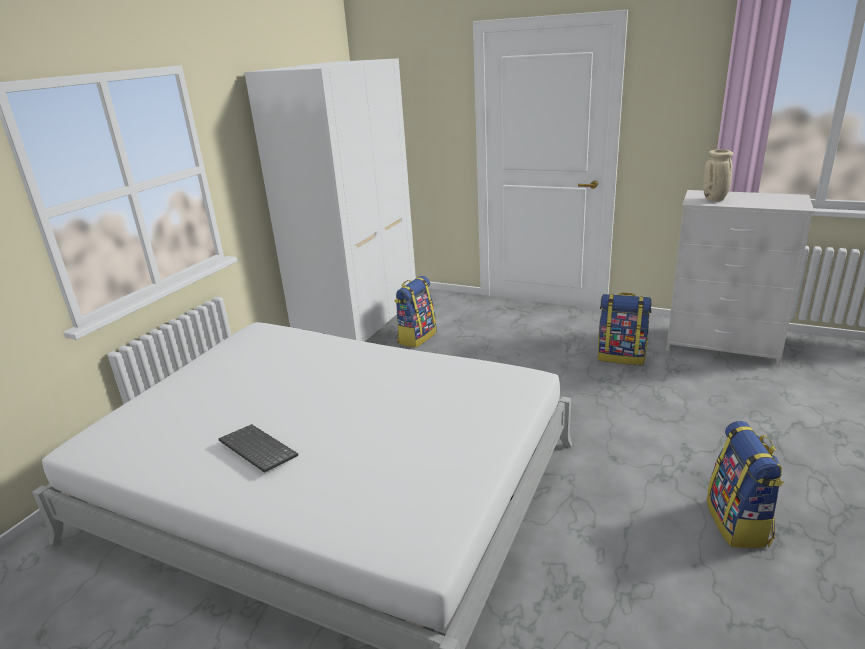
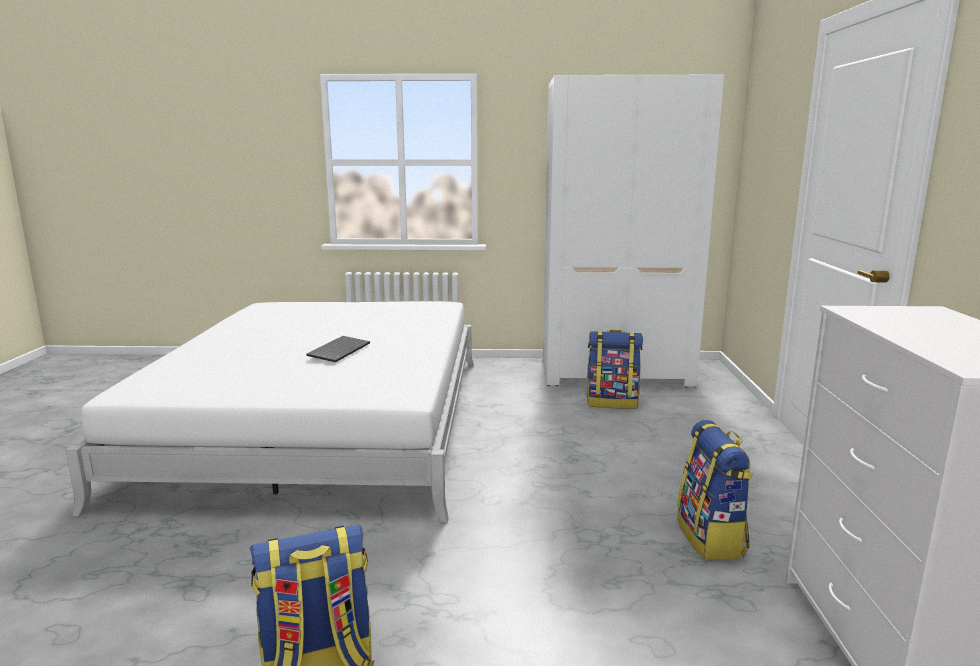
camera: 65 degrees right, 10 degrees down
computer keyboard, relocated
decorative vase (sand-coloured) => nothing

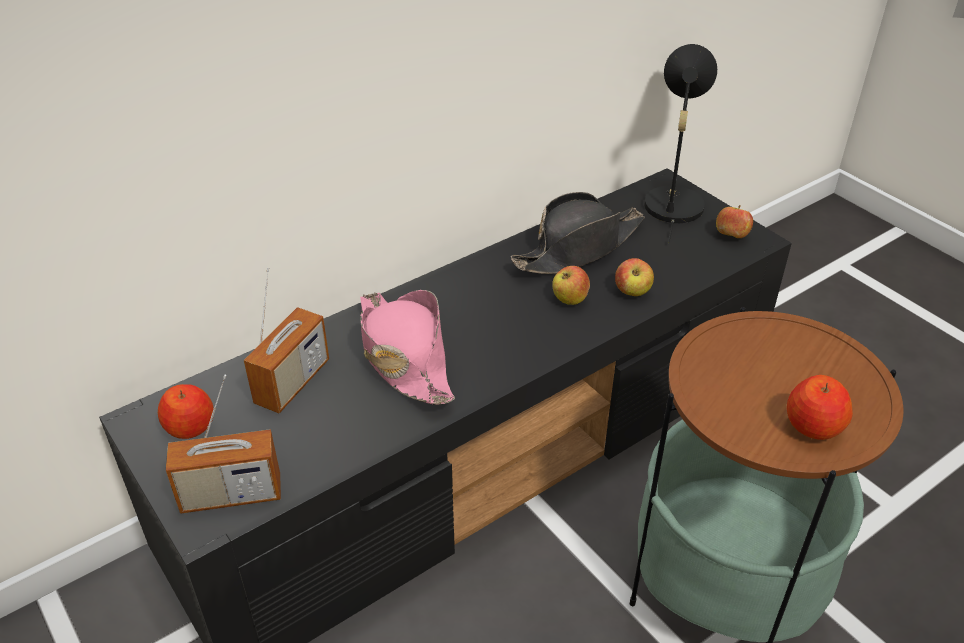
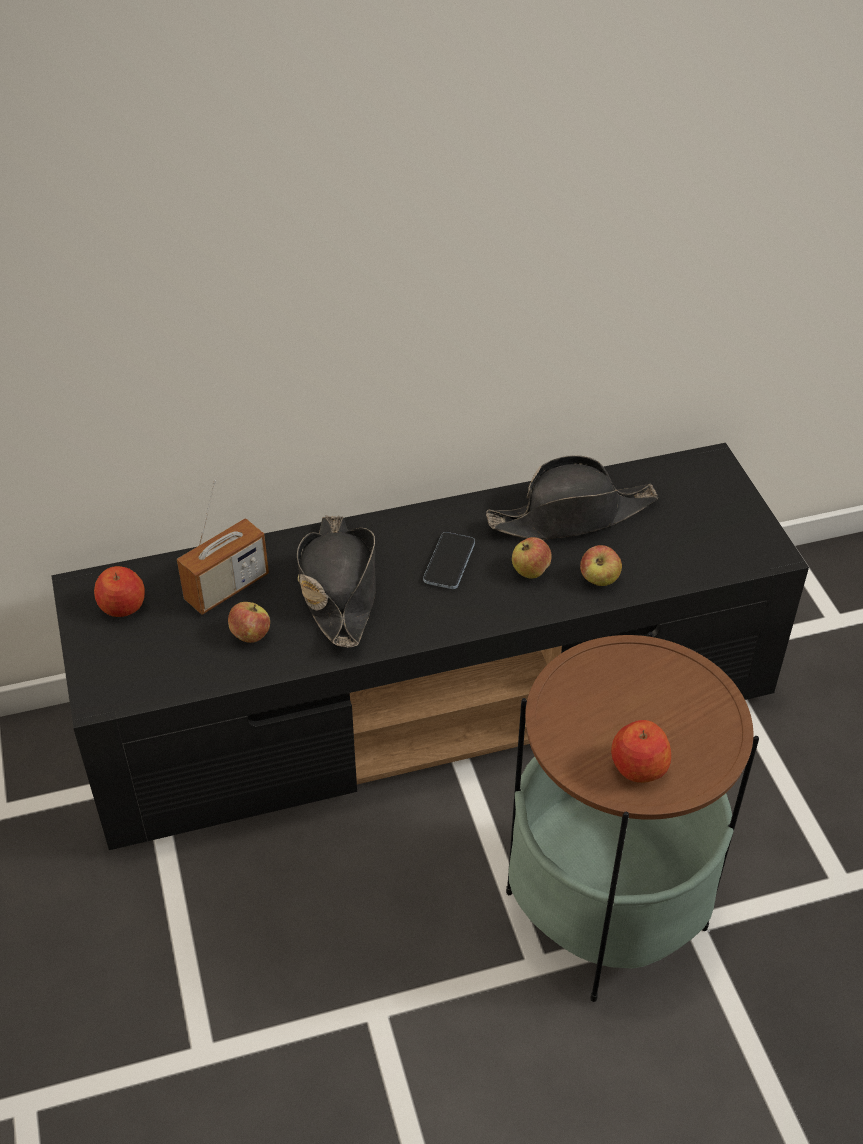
camera: 20 degrees right, 5 degrees up
apple fruit (no. 4 from left in the first image) => apple fruit (no. 2 from left), relocated
wearable hat (pinkish) => wearable hat (black-coloured) (no. 1 from left)
nothing => telephone
radio receiver (no. 1 from left) => nothing
table lamp (black-coloured) => nothing

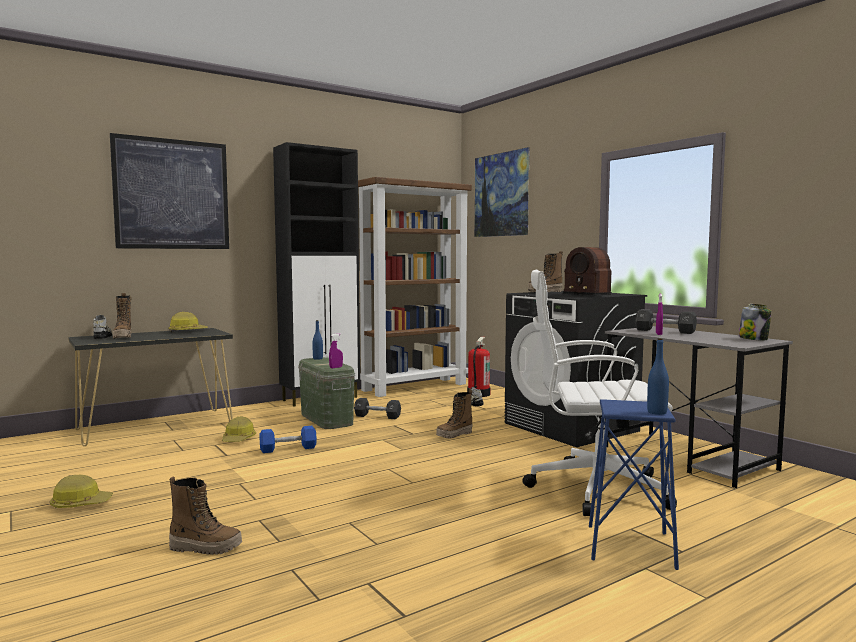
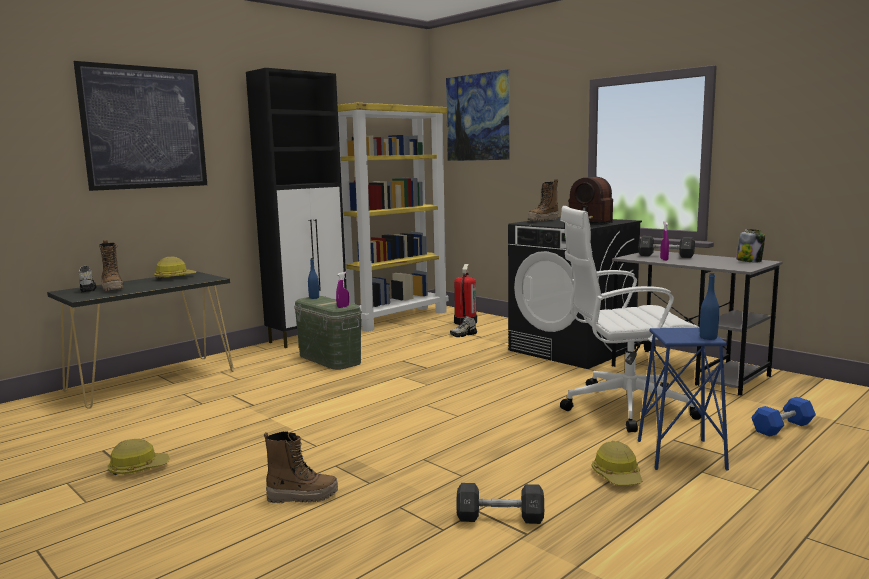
camera: 10 degrees left, 5 degrees up
shelving unit (brown-coloured) => shelving unit (yellow)
free weight (black-coloured) (no. 1 from left), relocated
hard hat (no. 3 from left), relocated
free weight (bluish), relocated
boot (no. 3 from left) => nothing

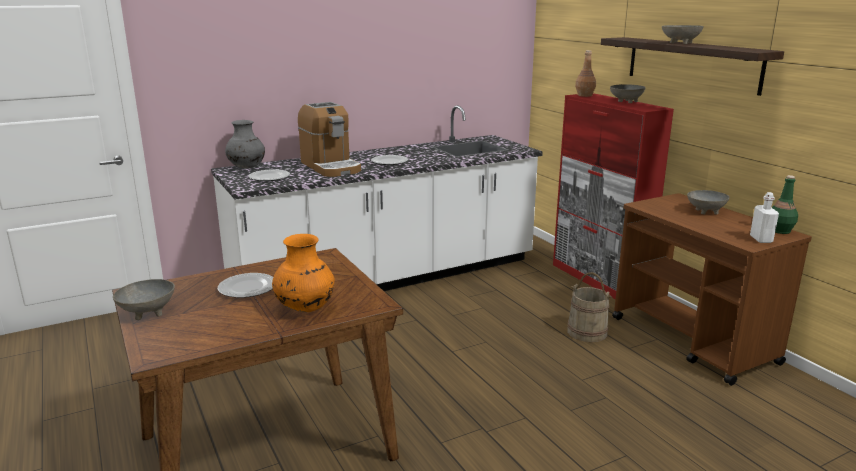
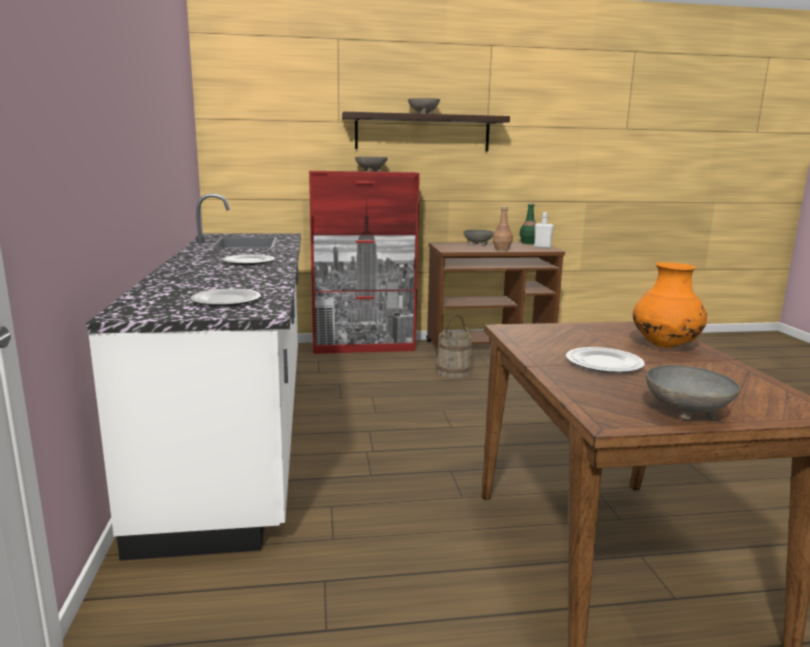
camera: 70 degrees left, 5 degrees down
drink bottle (brown-coloured), relocated
decorative vase (gray) => nothing
coffee brewer => nothing

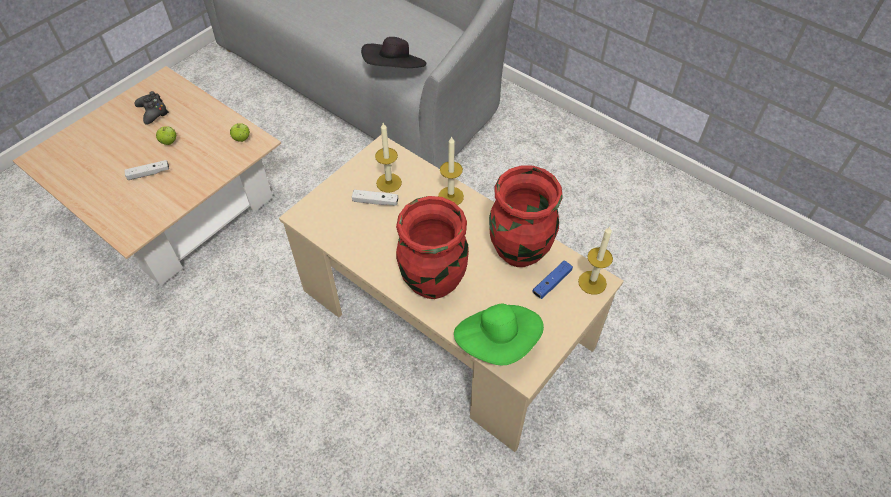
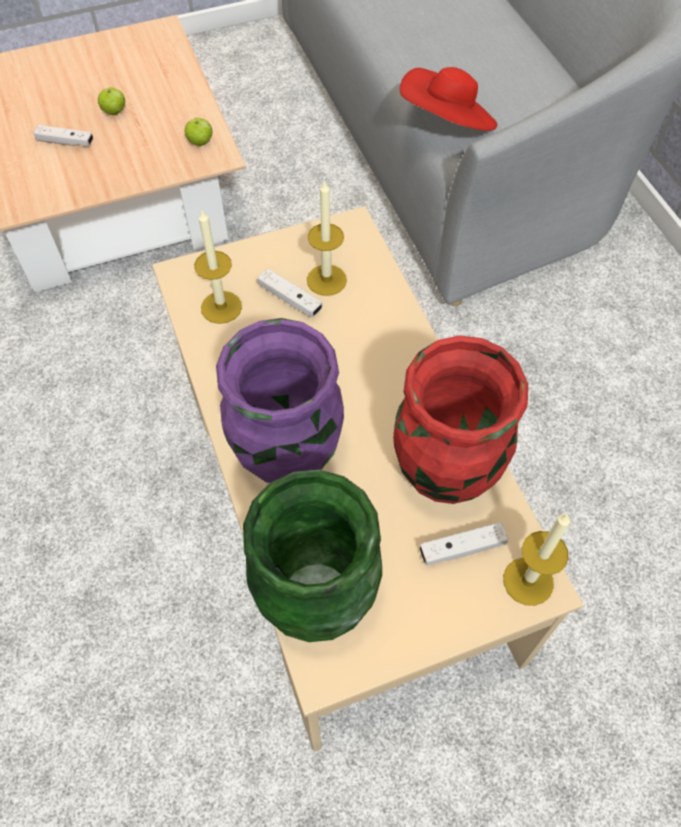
camera: 30 degrees right, 5 degrees up
wax light (no. 2 from left in the first image) => wax light (no. 1 from left), relocated
decorative vase (red-coloured) (no. 1 from left) => decorative vase (purple)
wearable hat (green) => decorative vase (green)
wearable hat (black-coloured) => wearable hat (red-coloured)
game controller (bluish) => game controller (white) (no. 3 from left)
game controller (black-coloured) => nothing

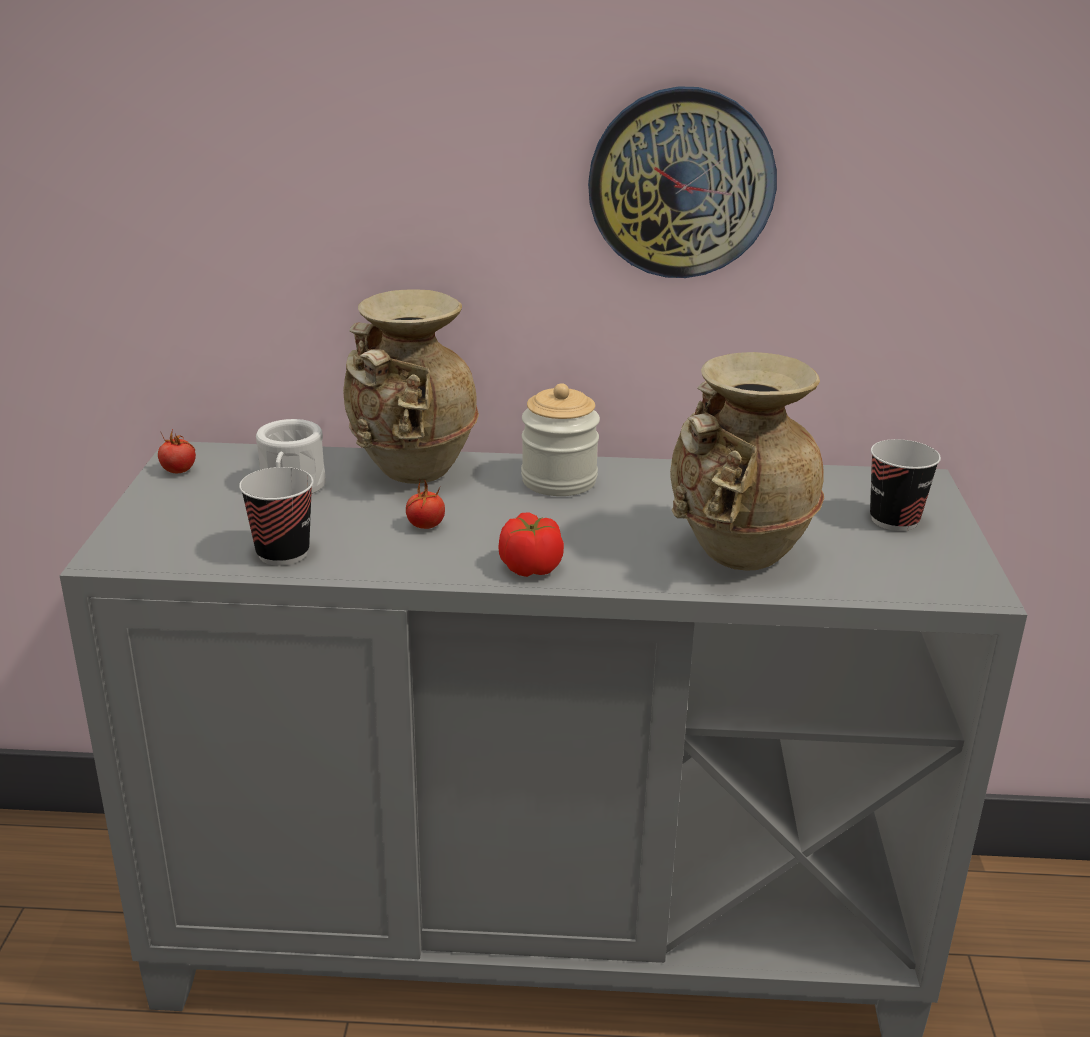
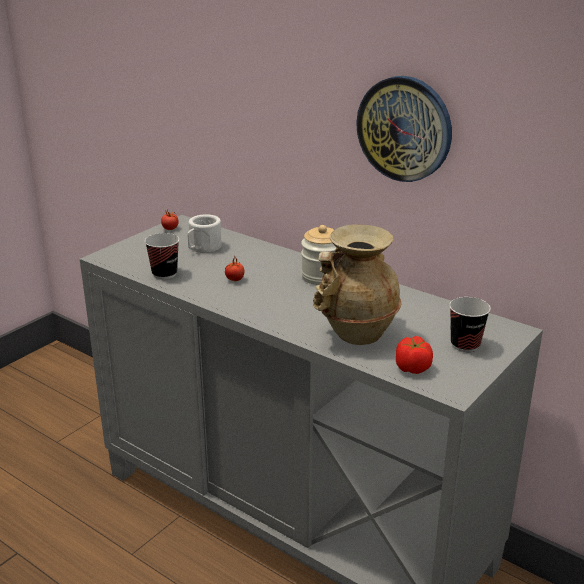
camera: 35 degrees right, 0 degrees up
tomato (no. 3 from left), relocated
decorative vase (sand-coloured) (no. 1 from left) => nothing

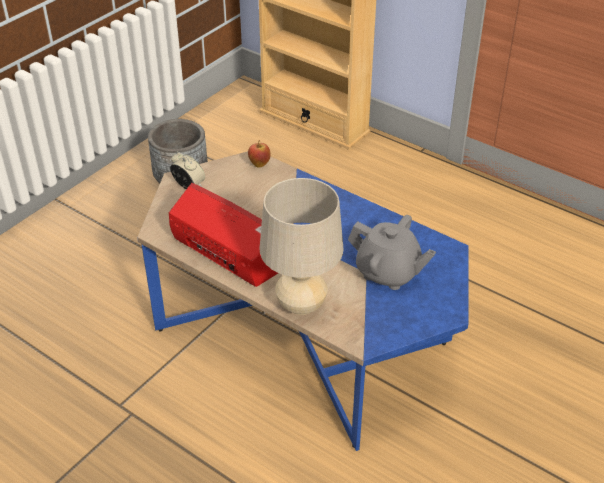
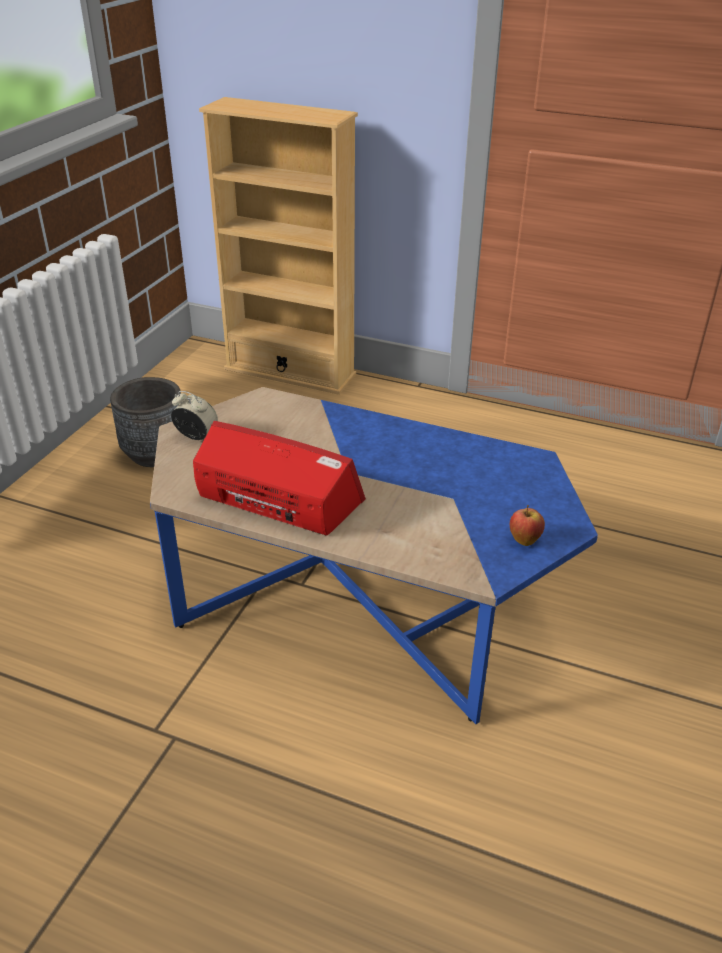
camera: 15 degrees left, 5 degrees down
apple fruit, relocated
table lamp (sand-coloured) => nothing
tea pot (gray) => nothing

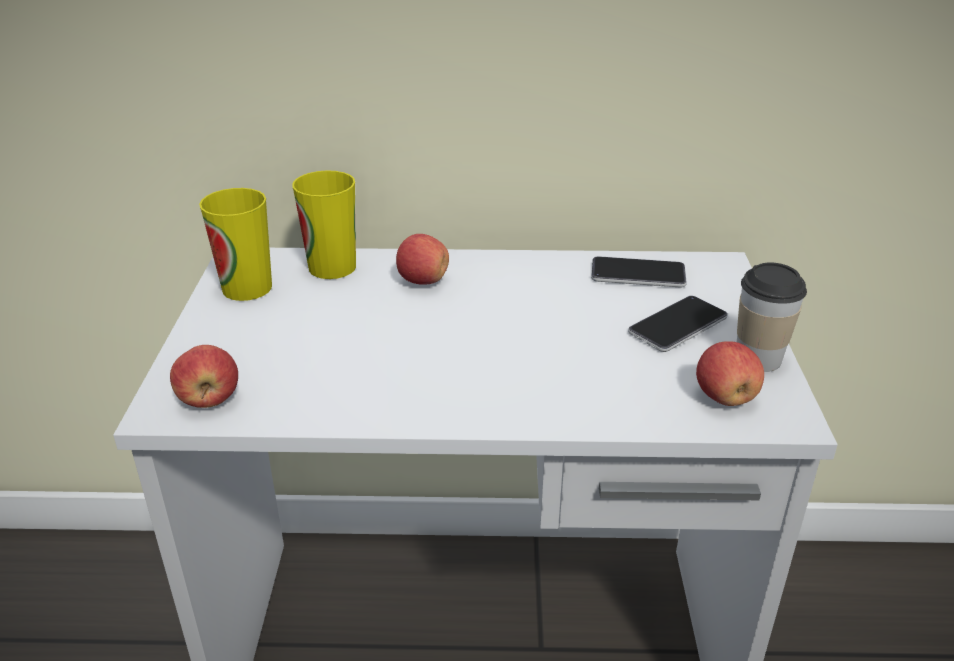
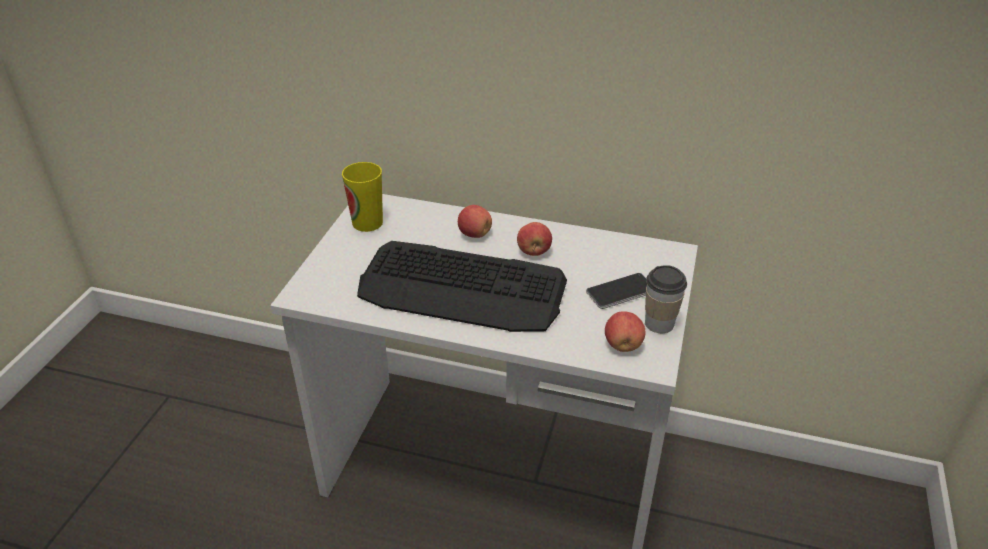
camera: 15 degrees right, 5 degrees up
nothing => computer keyboard
apple fruit (no. 1 from left in the first image) => apple fruit (no. 2 from left), relocated
drinking cup (no. 2 from left) => nothing
telephone (no. 1 from left) => nothing

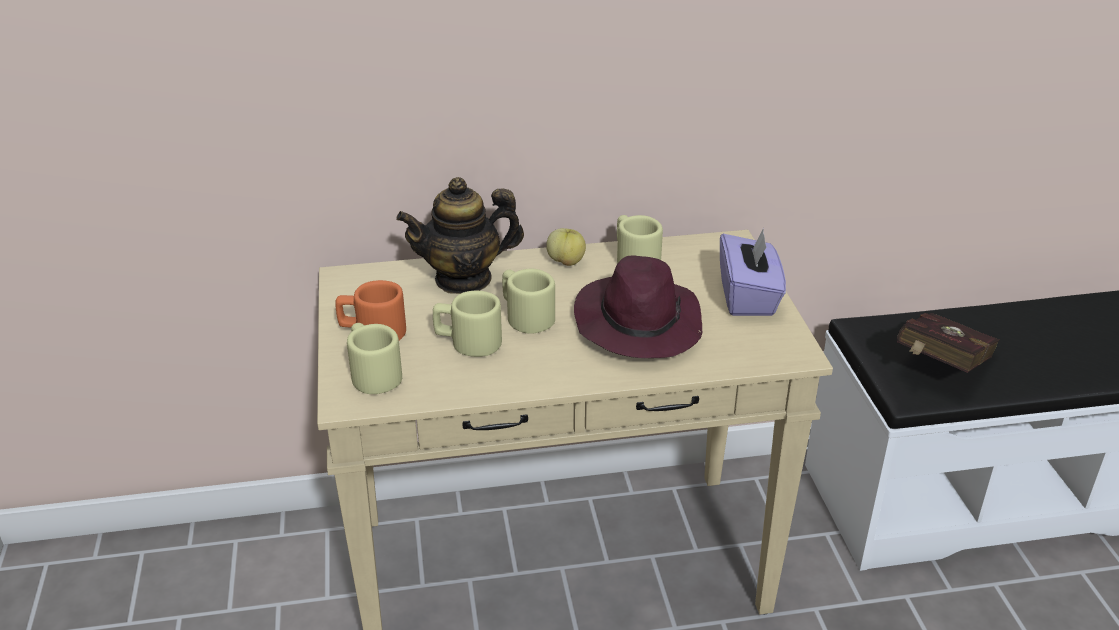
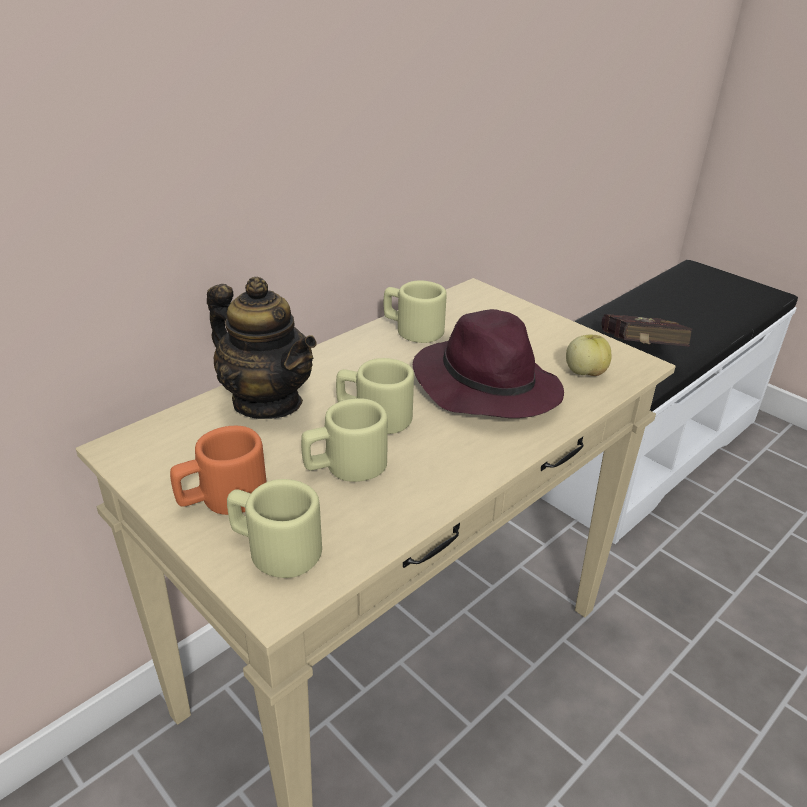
camera: 35 degrees left, 0 degrees up
tea pot, 90 degrees counterclockwise
apple fruit, relocated
tissue holder (purple) => nothing

